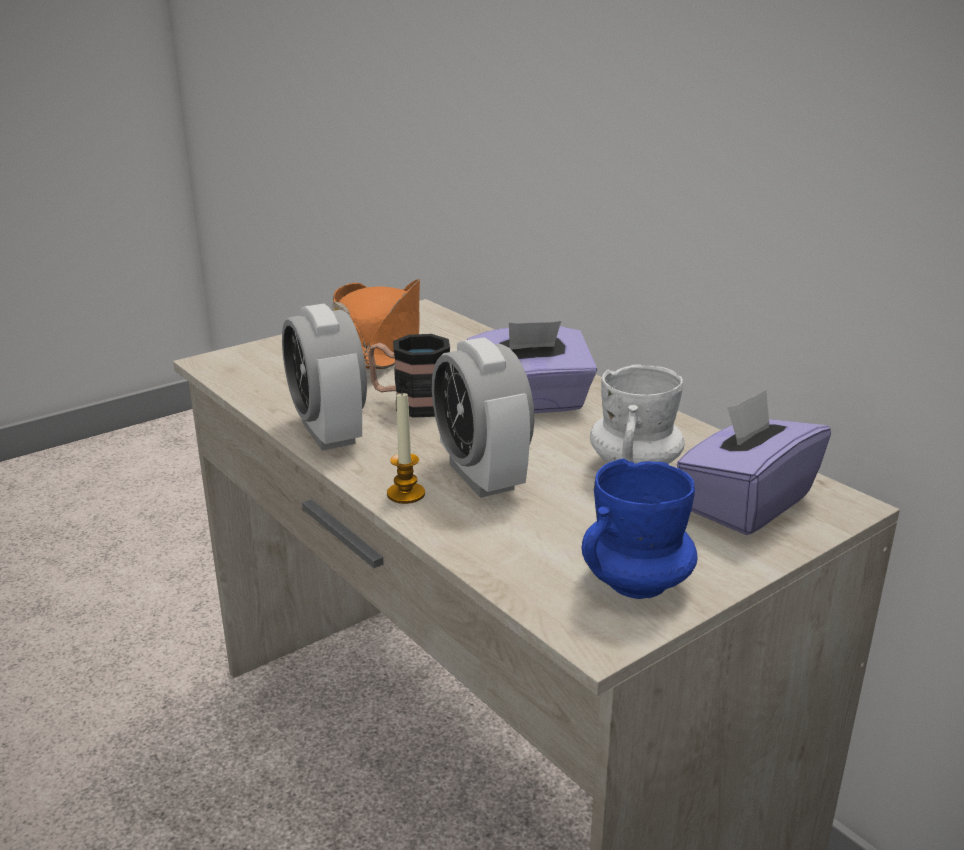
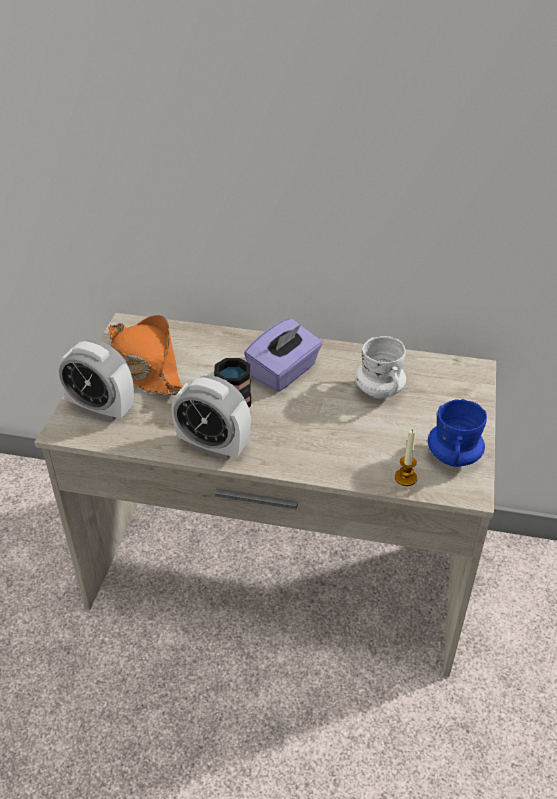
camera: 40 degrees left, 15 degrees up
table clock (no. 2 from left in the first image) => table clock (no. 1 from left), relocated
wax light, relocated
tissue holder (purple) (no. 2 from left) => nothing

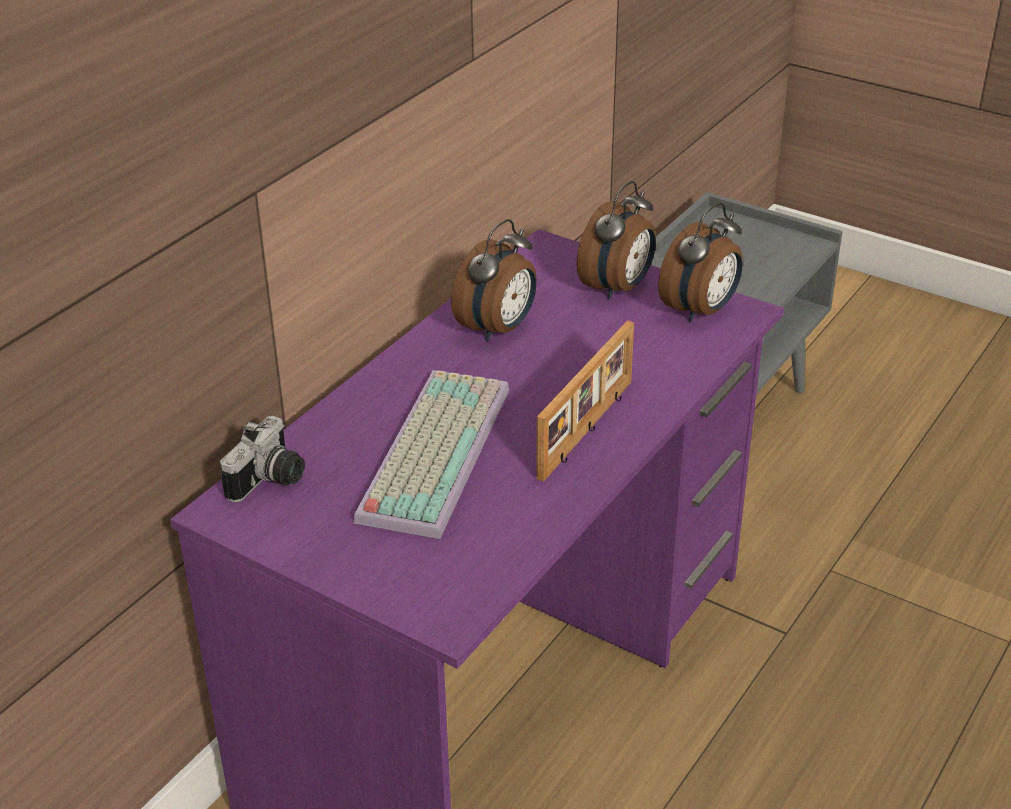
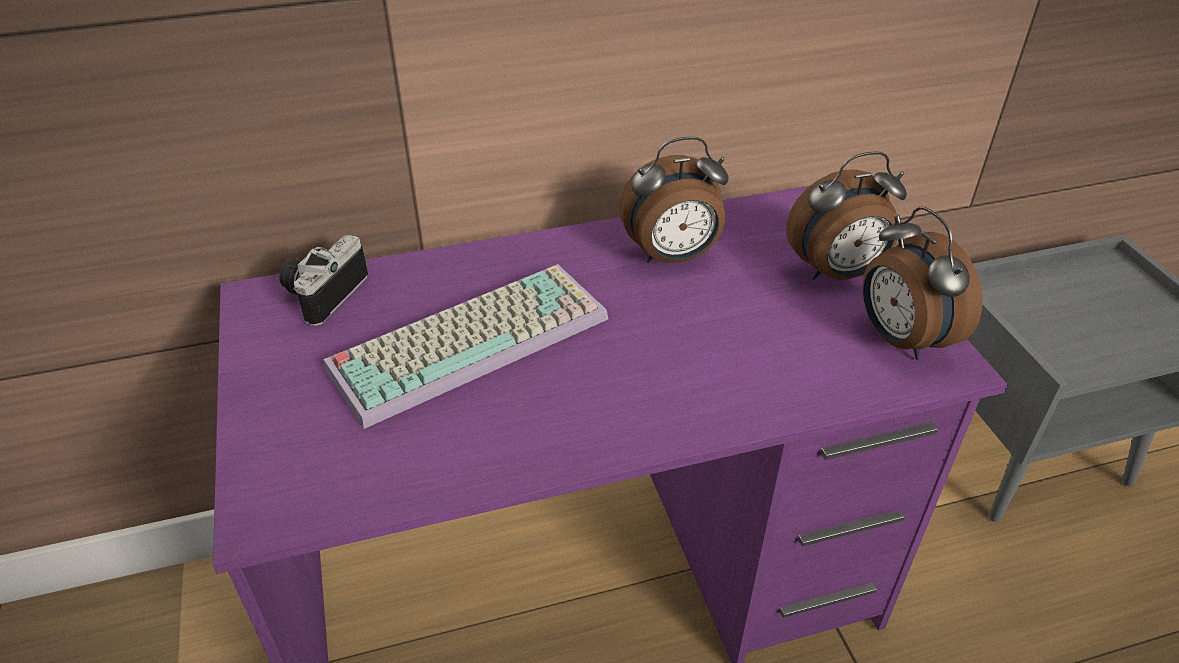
camera: 40 degrees right, 5 degrees up
still camera, 135 degrees clockwise
table clock (no. 3 from left), 75 degrees clockwise
standing frame => nothing

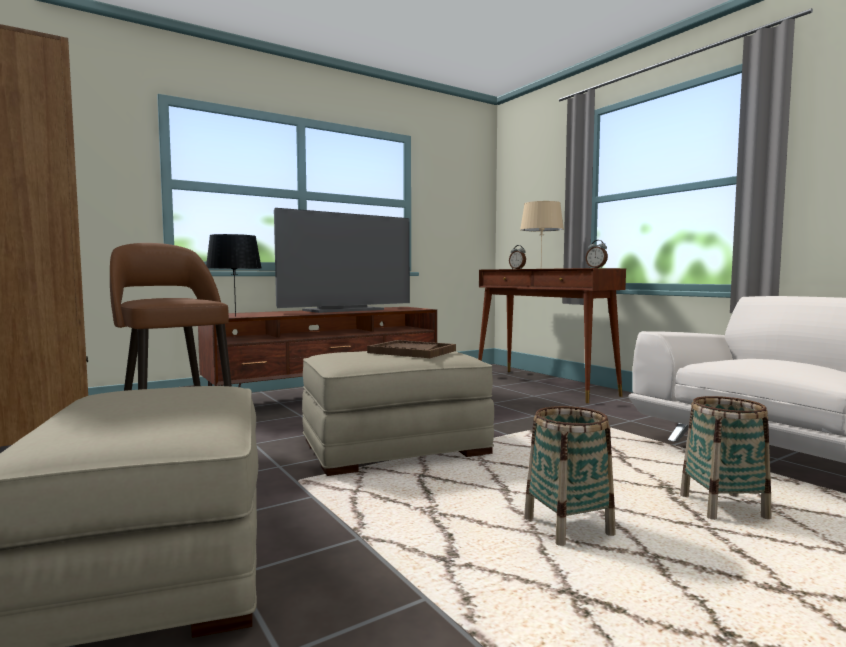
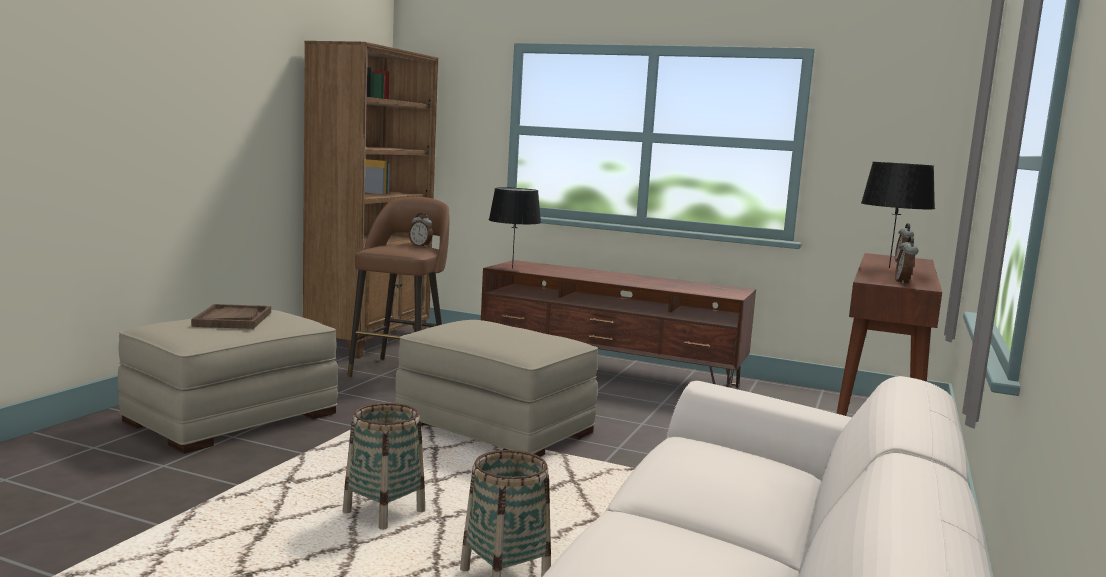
camera: 55 degrees right, 5 degrees up
carrying tray (brown-coloured), relocated
nothing => table clock (no. 1 from left)
table lamp (sand-coloured) => table lamp (black-coloured) (no. 2 from left)
TV => nothing

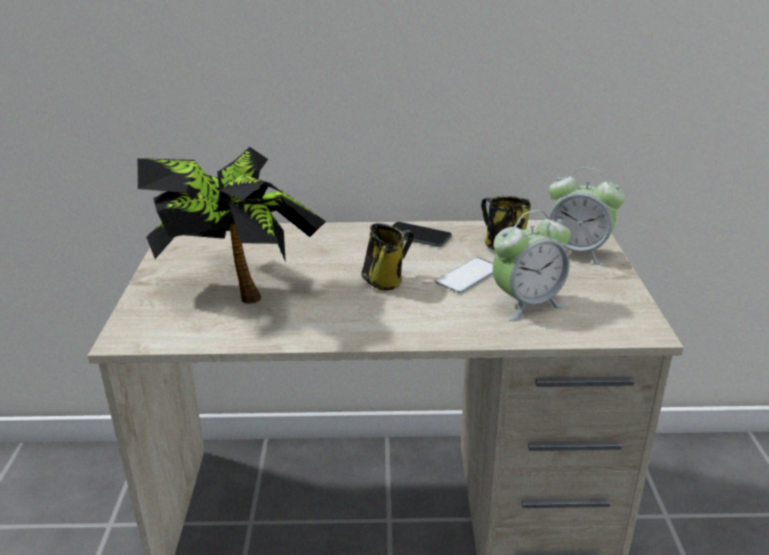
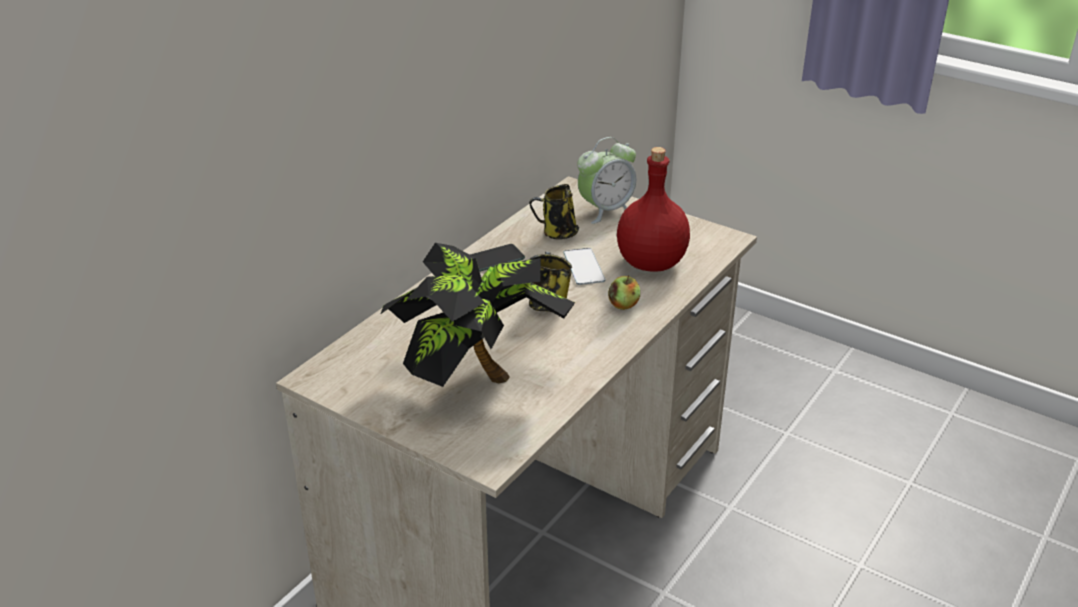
camera: 55 degrees left, 5 degrees up
nothing => apple fruit
table clock (no. 1 from left) => drink bottle (red-coloured)

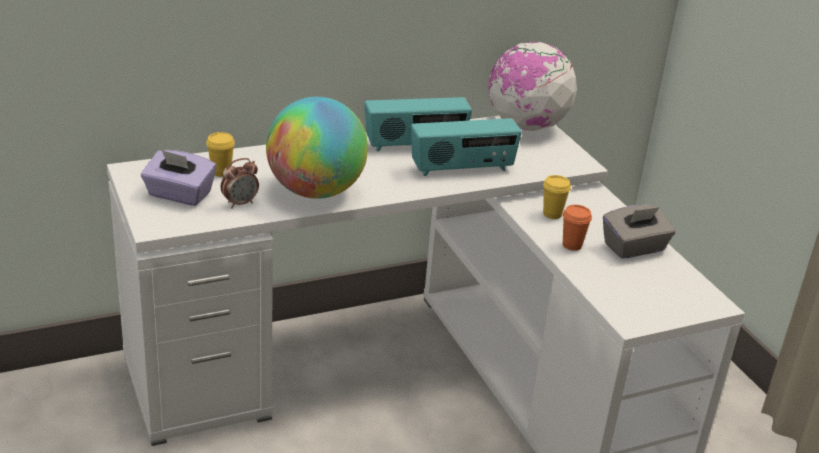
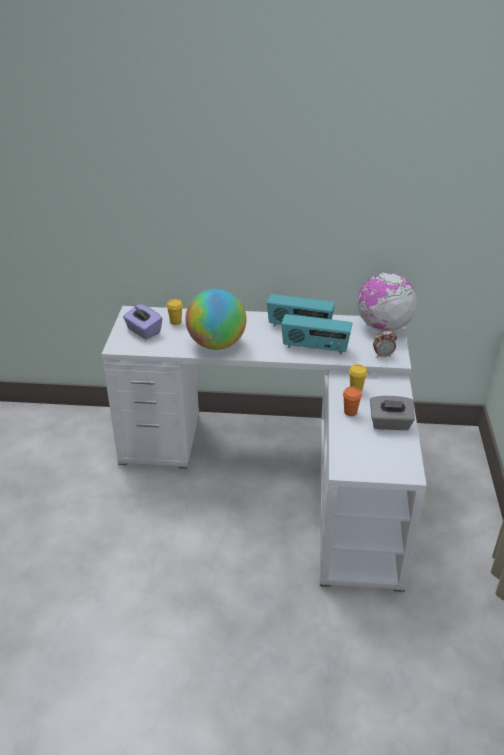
camera: 30 degrees right, 5 degrees up
table clock, relocated

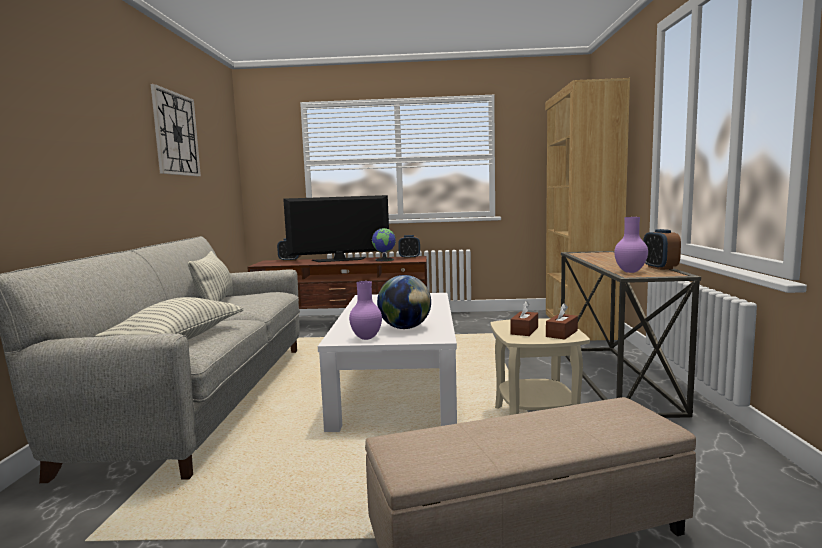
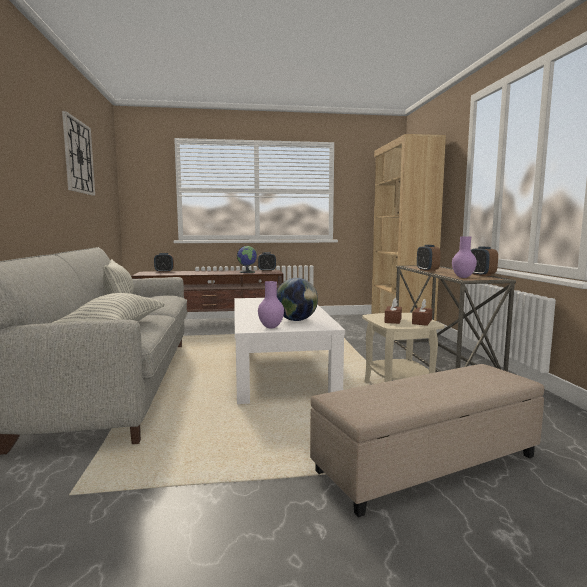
camera: 10 degrees left, 0 degrees up
nothing => table clock (no. 3 from left)
TV => nothing

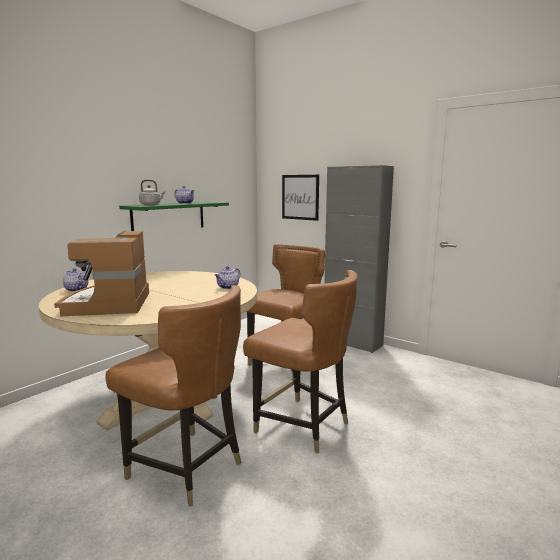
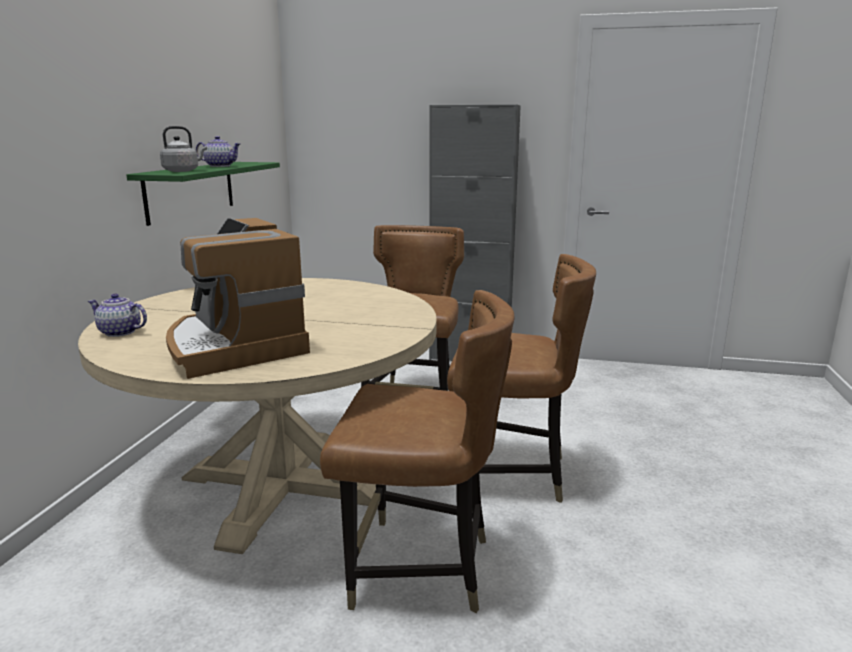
camera: 25 degrees left, 5 degrees up
tea pot (no. 3 from left) => nothing
wall art => nothing

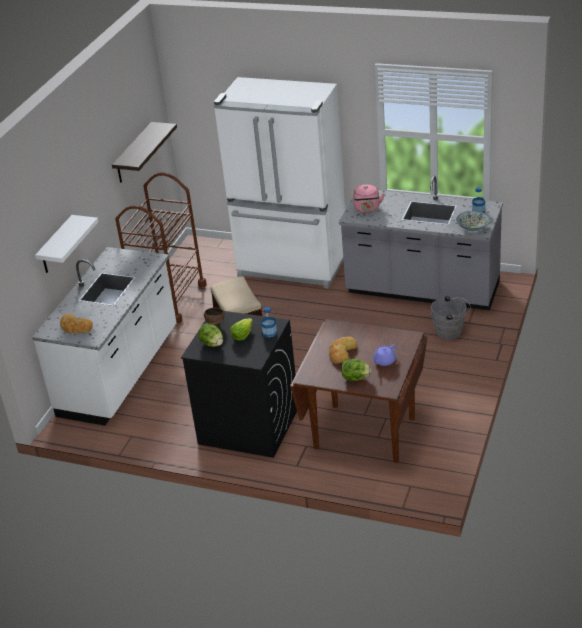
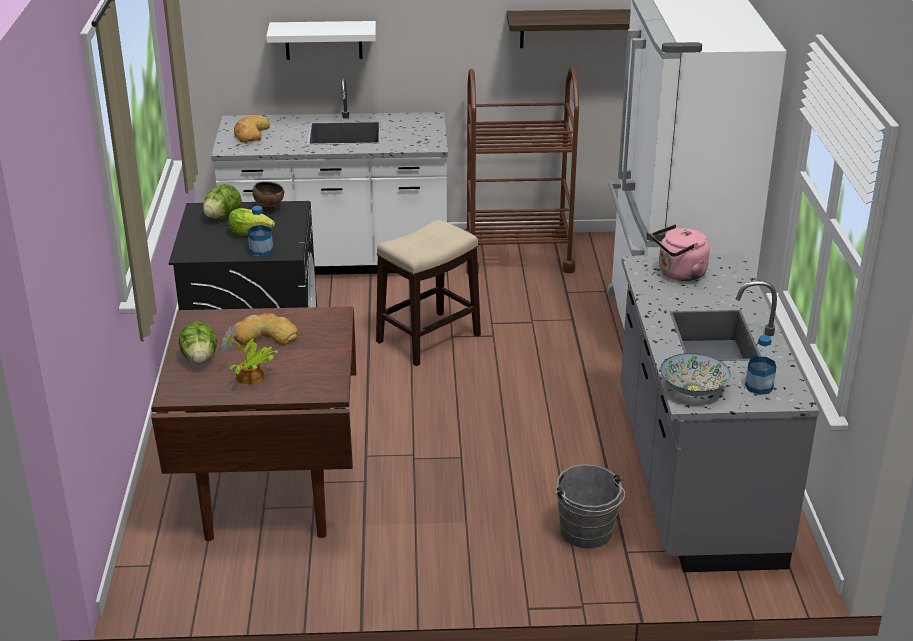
camera: 65 degrees right, 5 degrees down
tea pot (purple) => houseplant

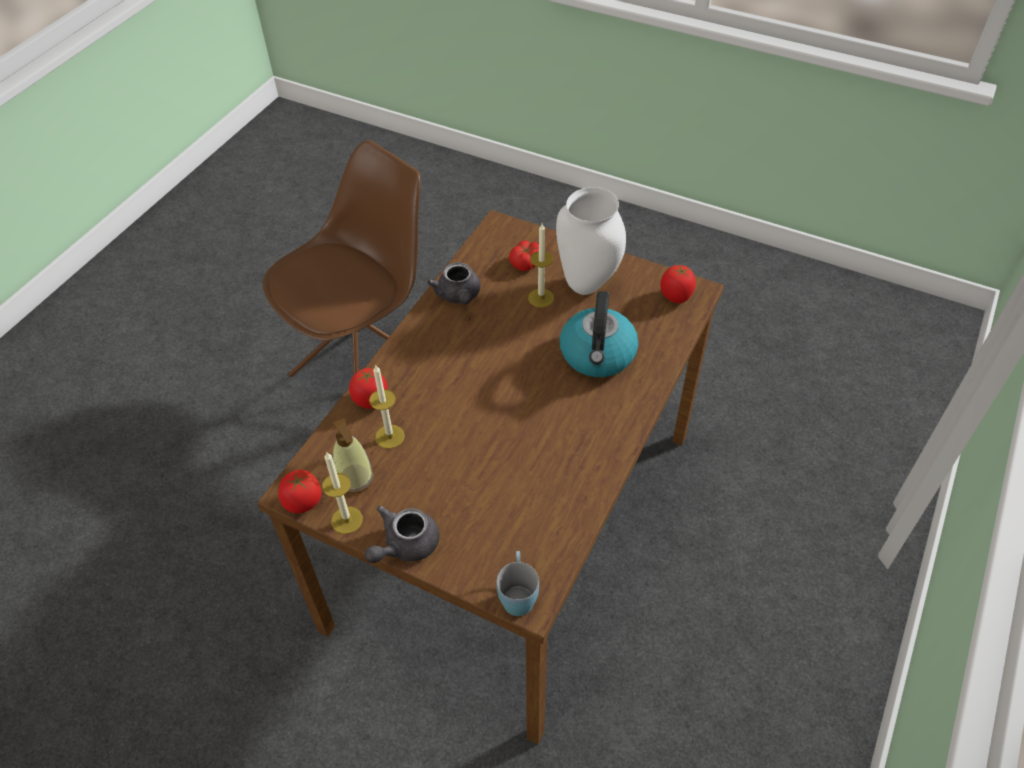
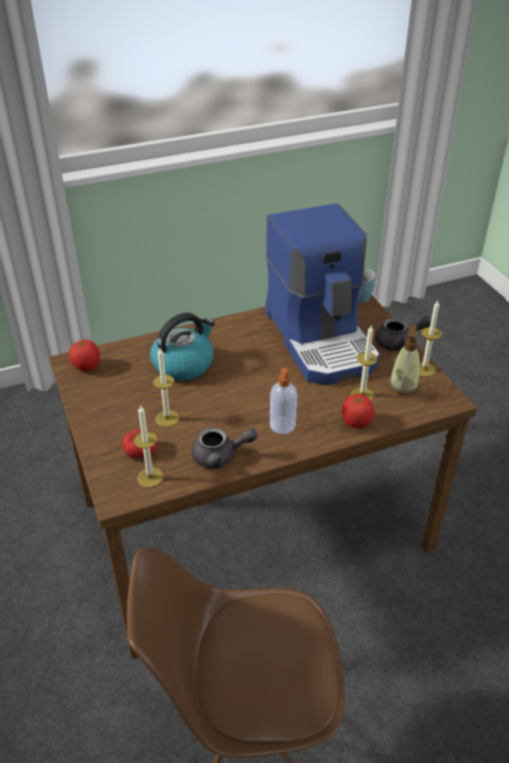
camera: 140 degrees left, 10 degrees down
nothing => wax light (no. 1 from left)
tea pot (gray) (no. 2 from left in the first image) => tea pot (gray) (no. 1 from left), 60 degrees clockwise
nothing => coffee brewer
nothing => soap dispenser (no. 1 from left)
tomato (no. 1 from left) => nothing
decorative vase (white) => nothing

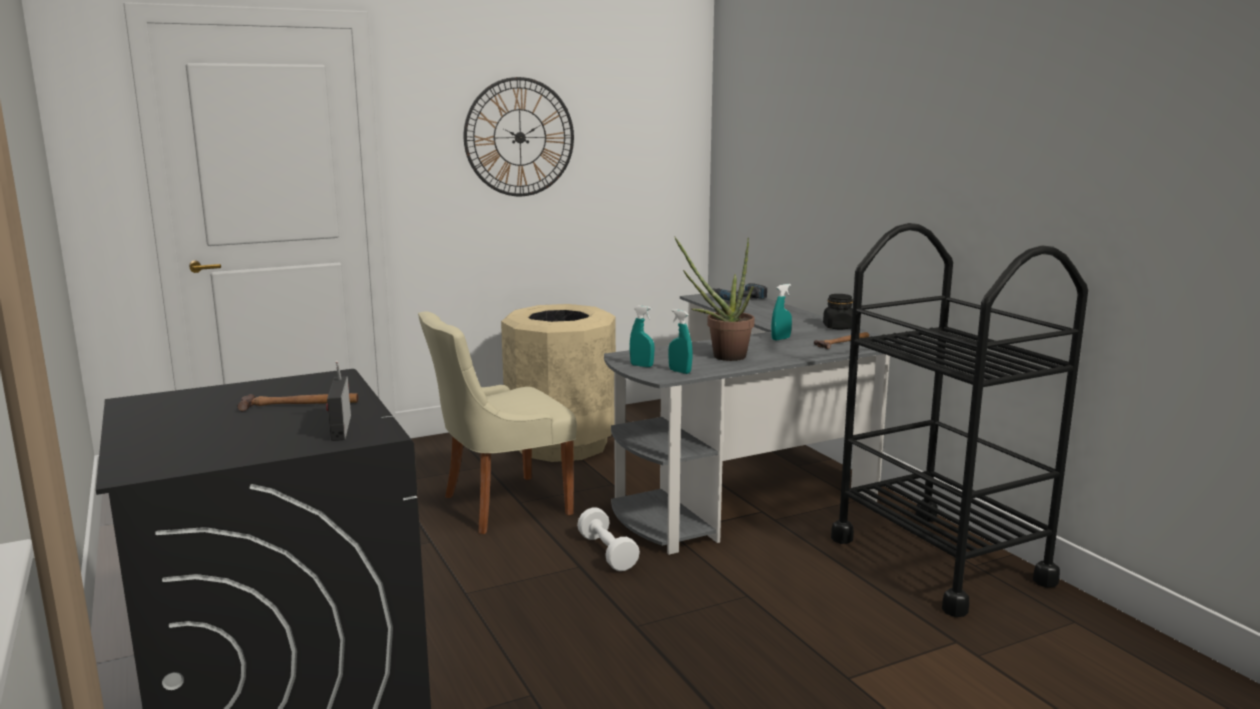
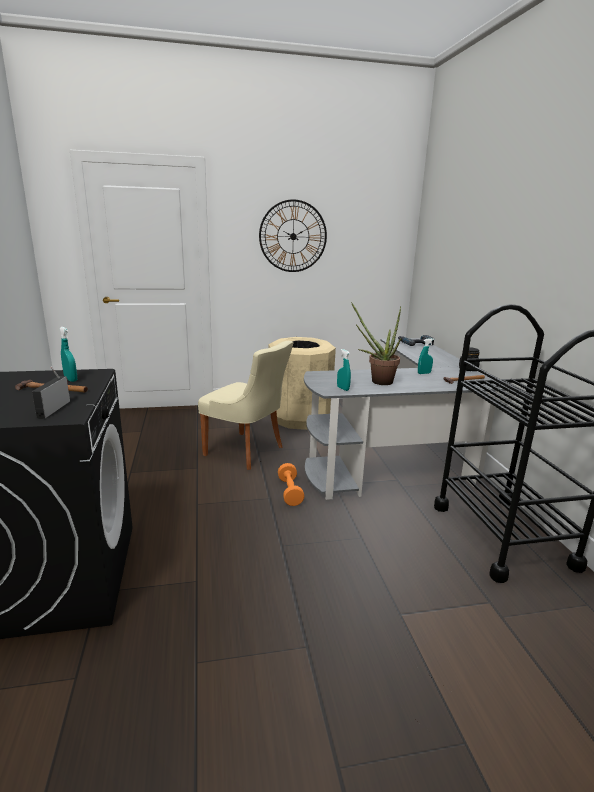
camera: 15 degrees right, 5 degrees up
spray bottle (turquoise-coloured) (no. 1 from left), relocated
chair (sand-coloured), 135 degrees counterclockwise
free weight (white) => free weight (orange)

